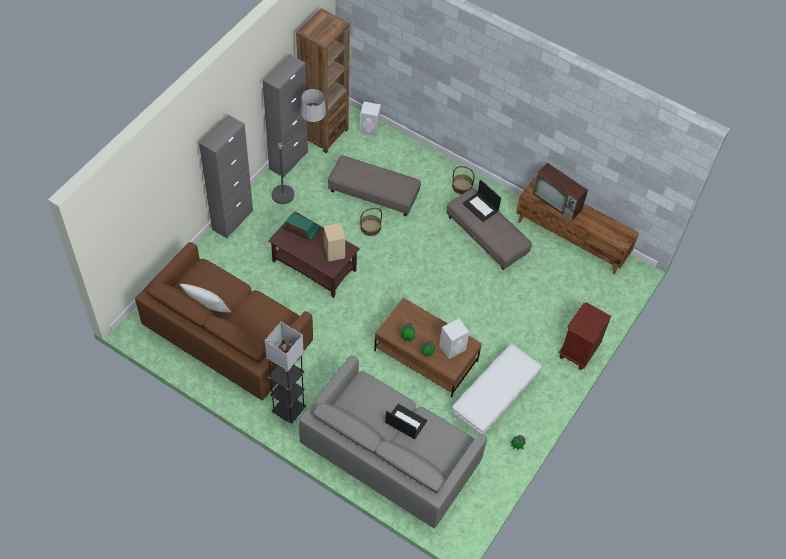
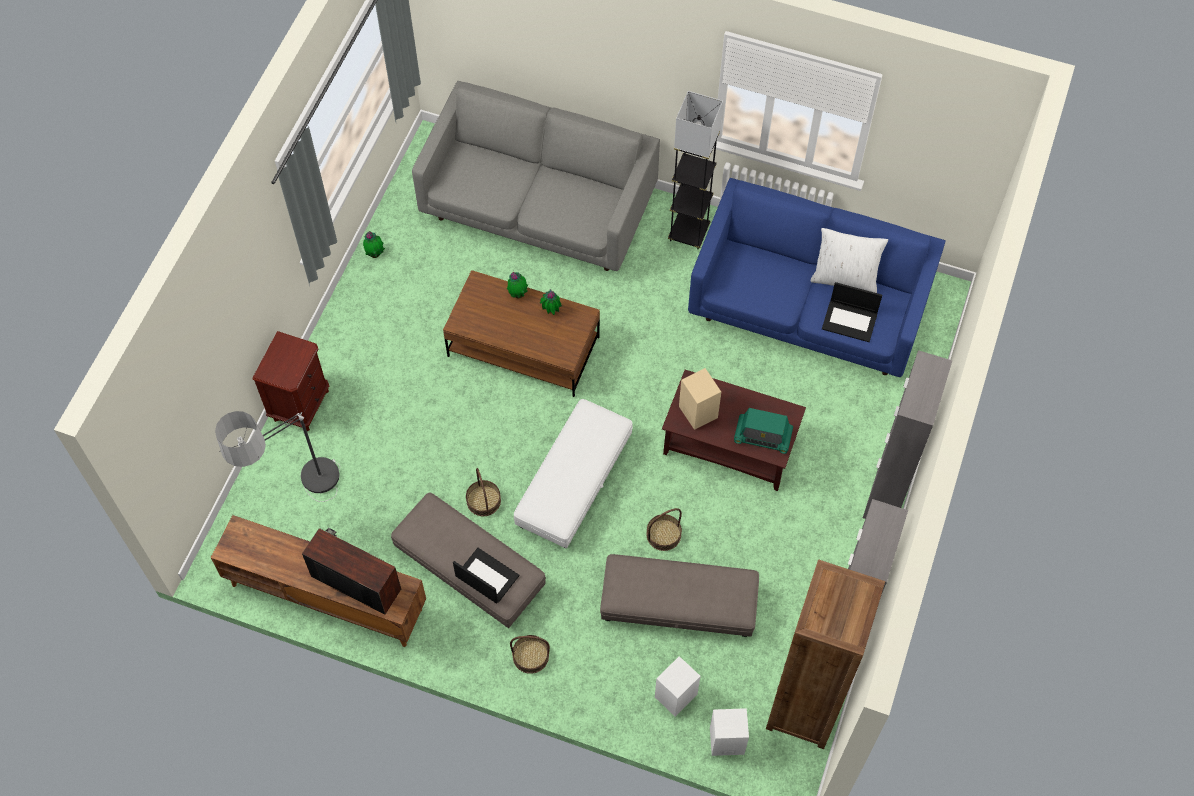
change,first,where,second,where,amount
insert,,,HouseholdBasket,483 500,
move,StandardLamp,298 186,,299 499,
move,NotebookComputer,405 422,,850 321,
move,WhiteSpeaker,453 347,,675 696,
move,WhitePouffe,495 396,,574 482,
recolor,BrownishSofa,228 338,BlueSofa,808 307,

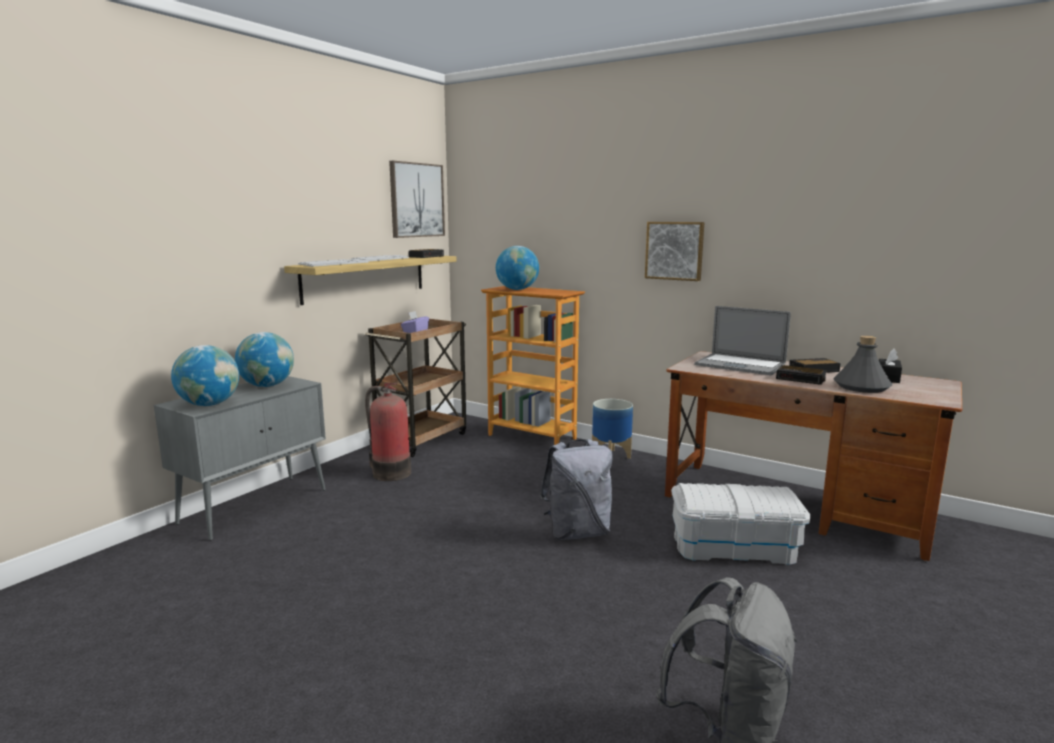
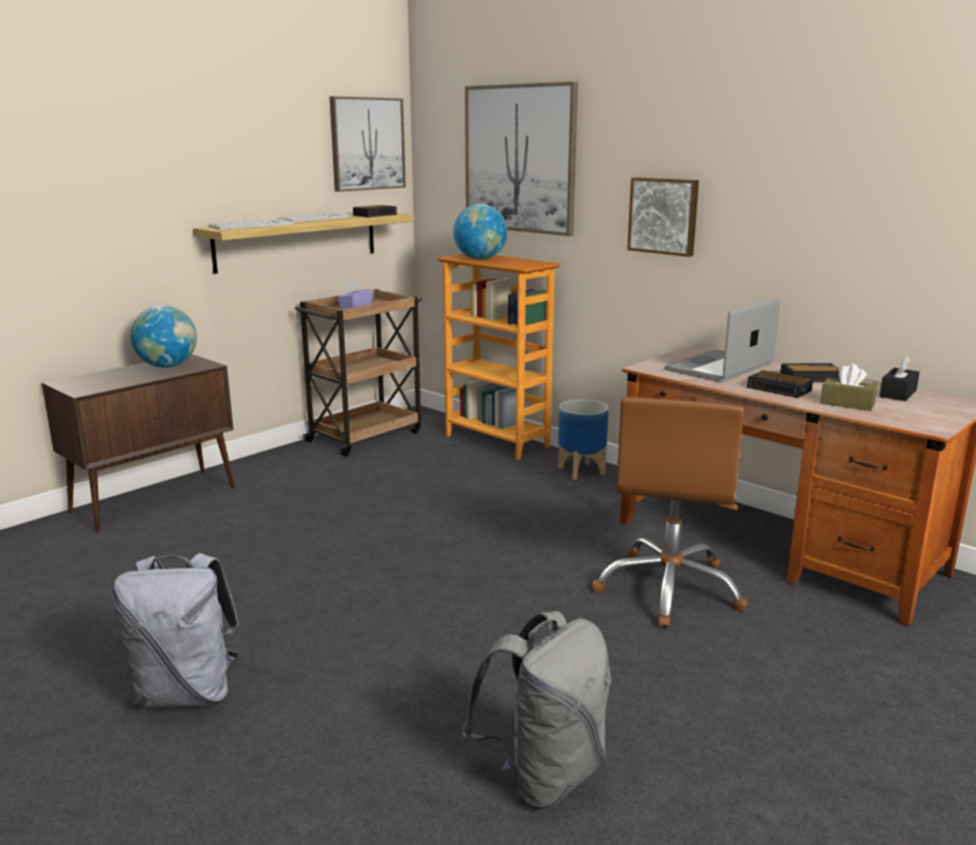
change,first,where,second,where,amount
delete,Globe,209 404,,,
delete,Extinguisher,389 472,,,
insert,,,WallPicture,520 159,
move,GreyRucksack,577 532,,187 693,
replace,WhiteStorageContainer,733 547,BrownishDeskChair,669 589,
replace,GreyBeverageBottle,861 387,BrownishTissueHolder,847 404,
recolor,GreyStorageCabinet,256 506,BrownishStorageCabinet,156 499,
rotate,NotebookComputer,740 365,,719 367,90 degrees clockwise

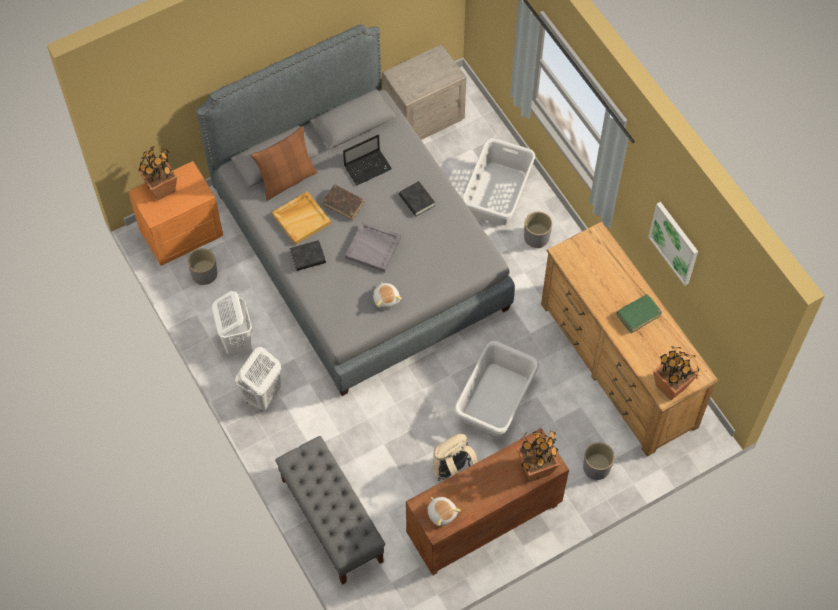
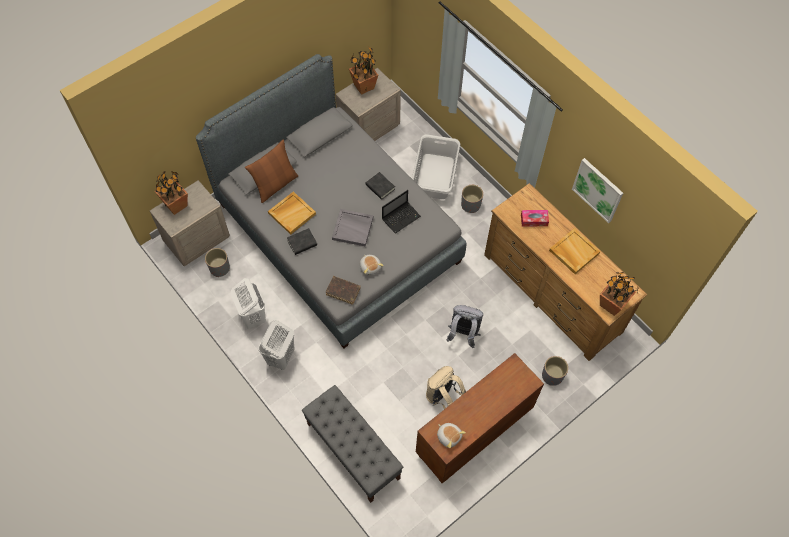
change,first,where,second,where,amount
insert,,,TissueHolder,534 220,
move,BrownishBoundBook,343 204,,343 291,
move,NotebookComputer,368 167,,401 217,
move,Houseplant,535 468,,363 86,
replace,GreyHamper,494 400,GreyRucksack,463 334,
replace,GreenBoundBook,638 315,BeigeColouredTray,573 252,
recolor,OrangeColouredNightstand,181 233,BeigeColouredNightstand,196 239,

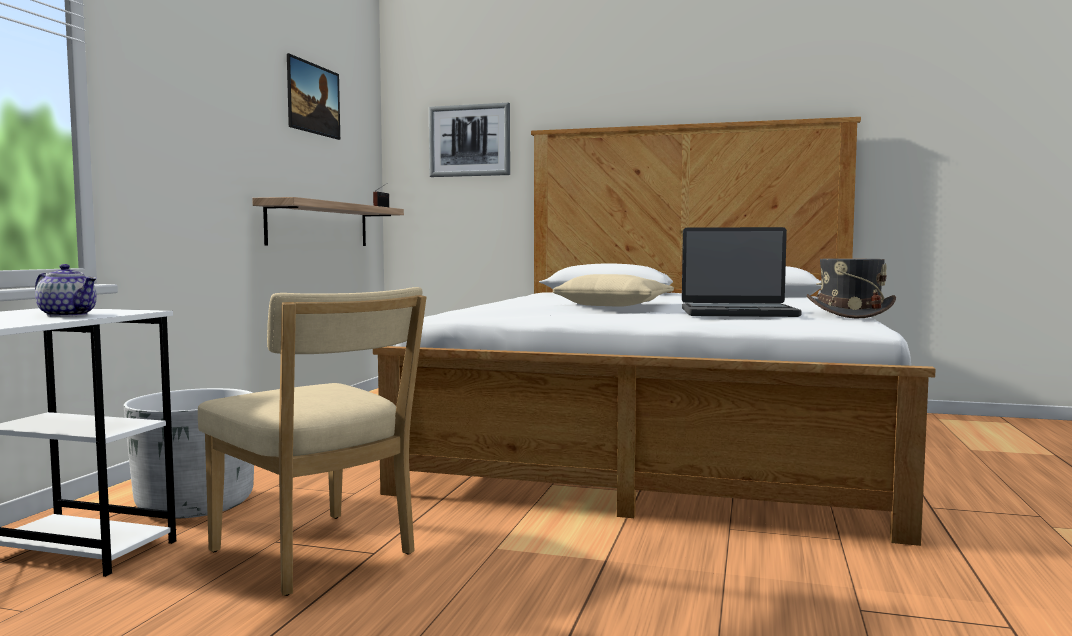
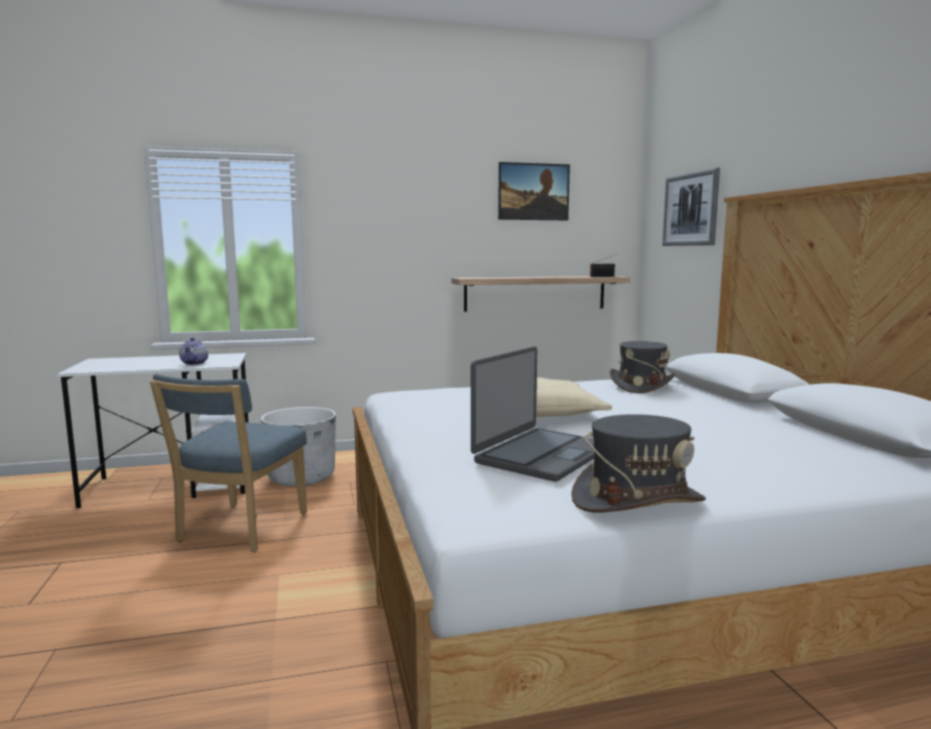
change,first,where,second,where,amount
insert,,,GreyWearableHat,641 386,
recolor,BeigeColouredChair,317 555,BlueChair,239 530,
rotate,NotebookComputer,738 313,,541 455,120 degrees counterclockwise

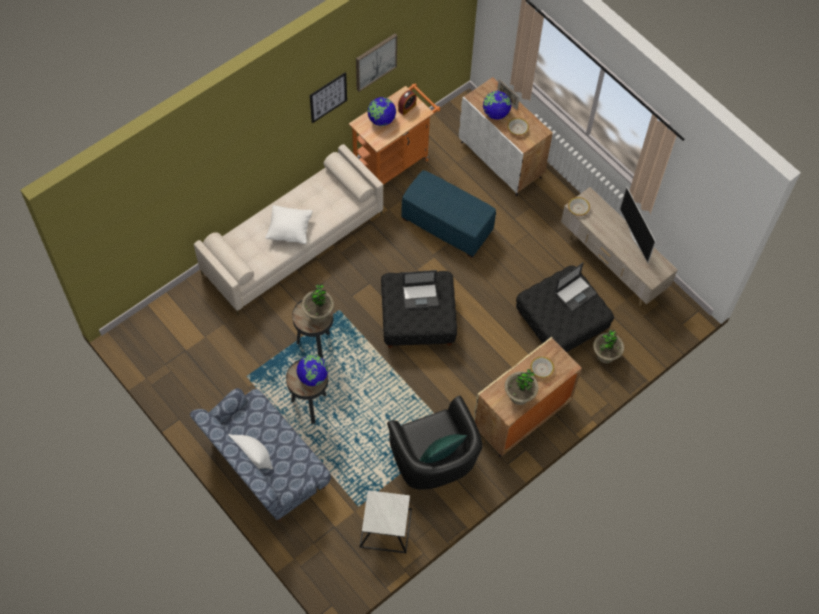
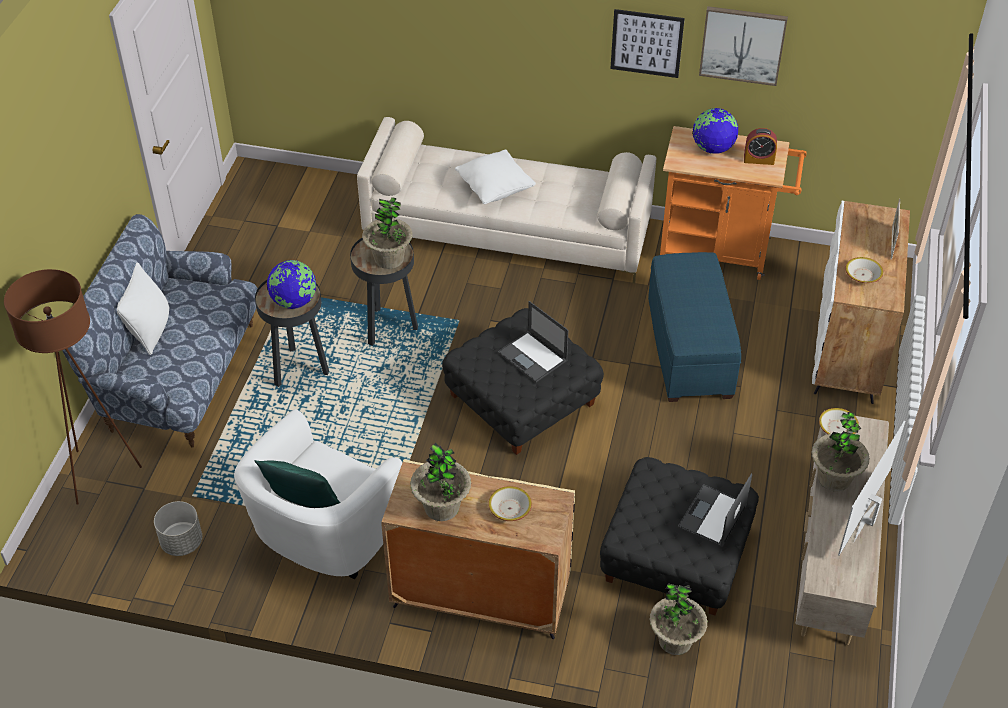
change,first,where,second,where,amount
delete,Globe,495 113,,,
insert,,,BrownishStandardLamp,100 474,
insert,,,Houseplant,834 478,
replace,SideTable,386 528,GreyFlowerPot,181 542,
recolor,BlackishArmchair,434 463,WhiteArmchair,322 539,
rotate,NotebookComputer,575 293,,712 517,105 degrees clockwise

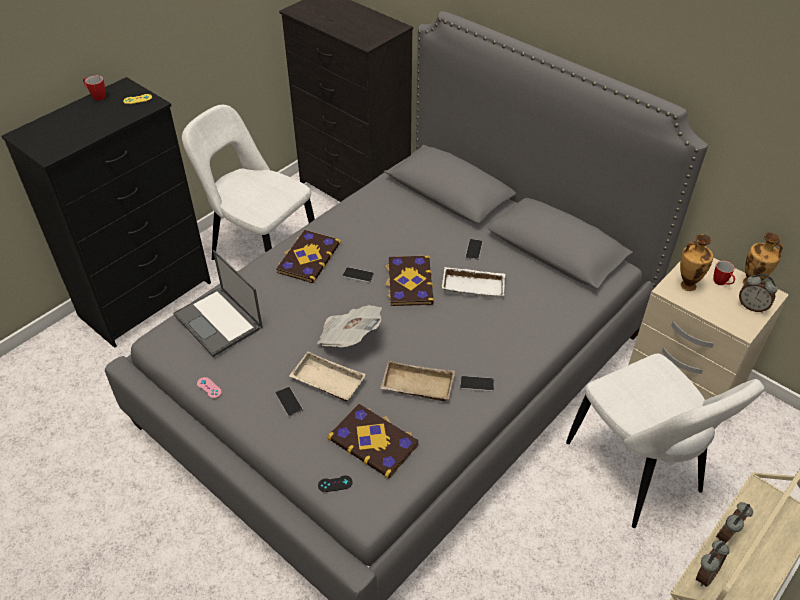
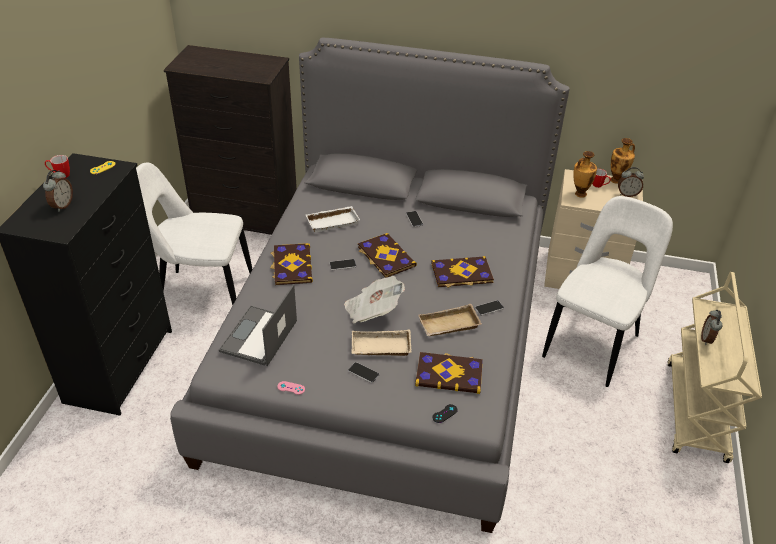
change,first,where,second,where,amount
insert,,,BoundBook,462 274,
move,WhiteTray,474 285,,333 221,
move,AlarmClock,704 574,,62 205,
rotate,NotebookComputer,219 321,,259 337,90 degrees clockwise
rotate,WhiteChair,637 472,,593 343,90 degrees counterclockwise

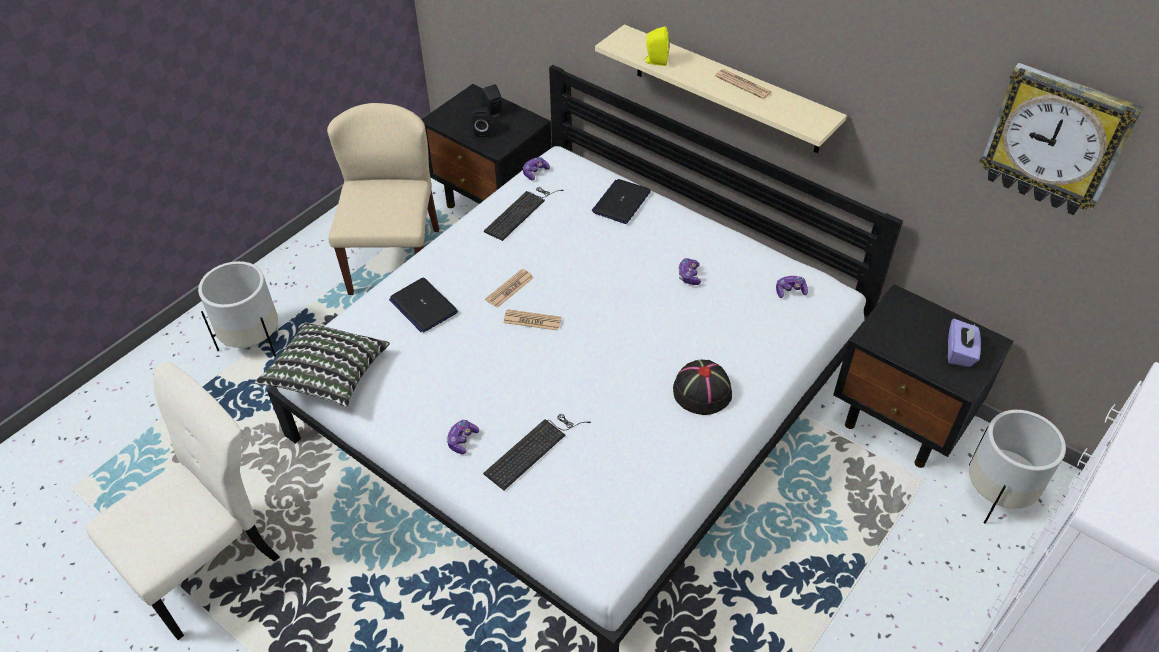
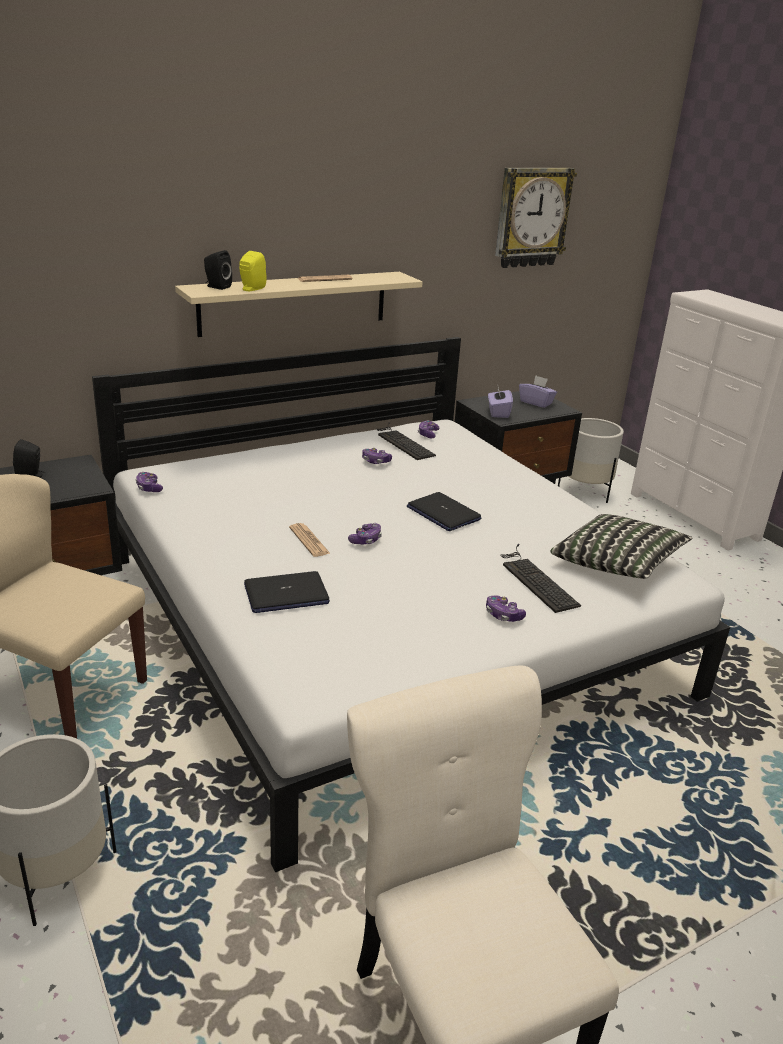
change,first,where,second,where,amount
delete,BlackishWearableHat,701 391,,,
insert,,,PurplishTissueHolder,498 413,
move,ThrowPillow,328 376,,617 565,
move,BlackishSpeaker,483 131,,217 287,
move,ComputerKeyboard,521 211,,402 442,
move,NotebookComputer,621 202,,443 513,
replace,DailyPaper,532 320,Joypad,366 540,

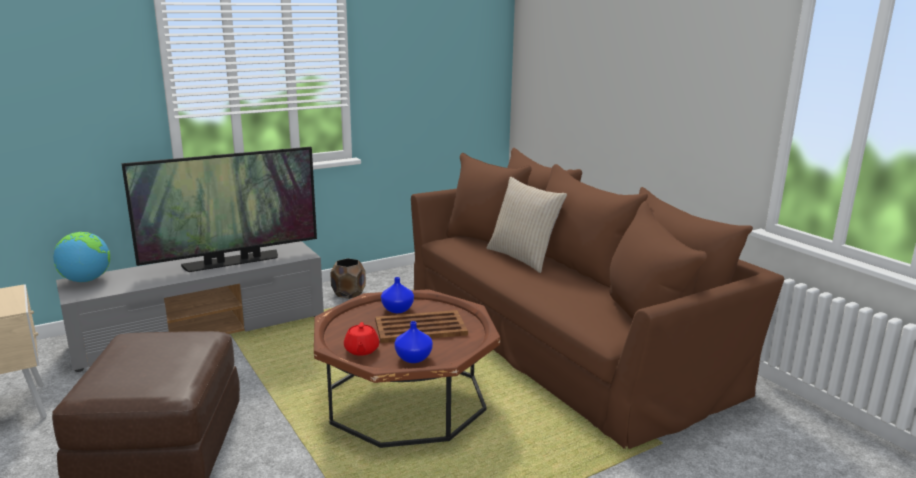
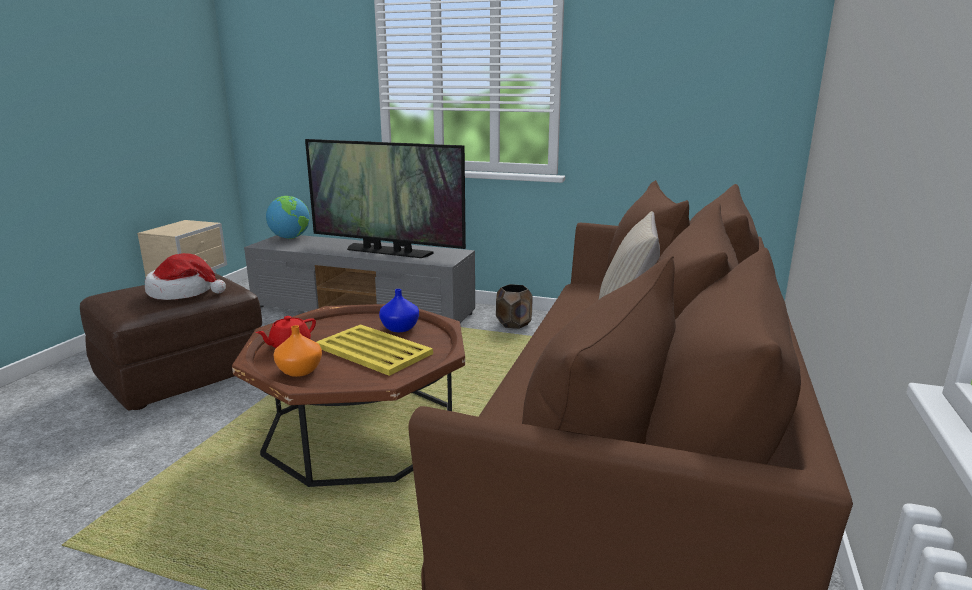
change,first,where,second,where,amount
insert,,,WearableHat,183 292,
recolor,BrownishTray,421 328,YellowColouredTray,374 351,
recolor,BlueDecorativeVase,414 358,OrangeColouredDecorativeVase,299 371,

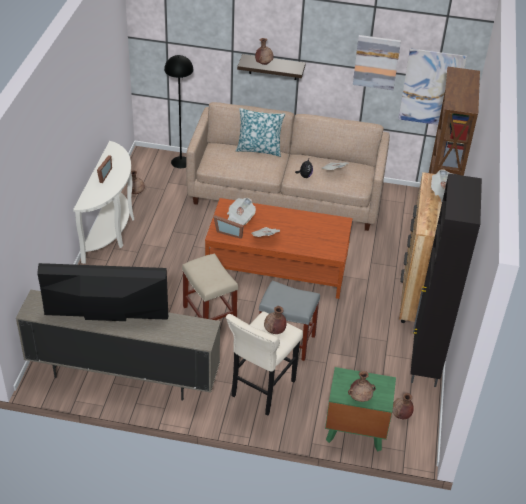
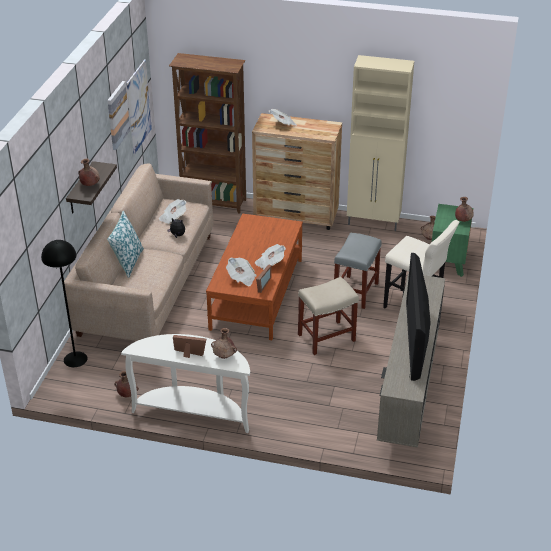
change,first,where,second,where,amount
move,BrownishDecorativeVase,274 331,,224 356,
recolor,BlackishStorageCabinet,424 363,BeigeColouredStorageCabinet,374 222,

